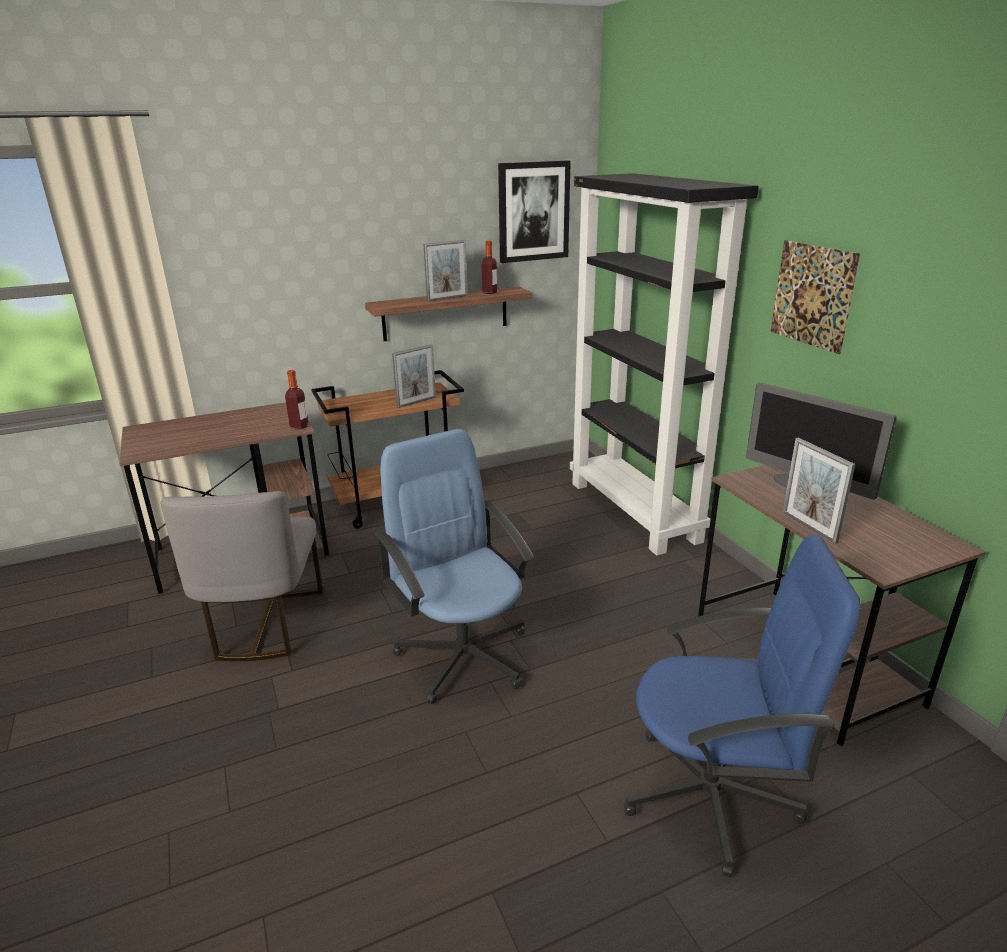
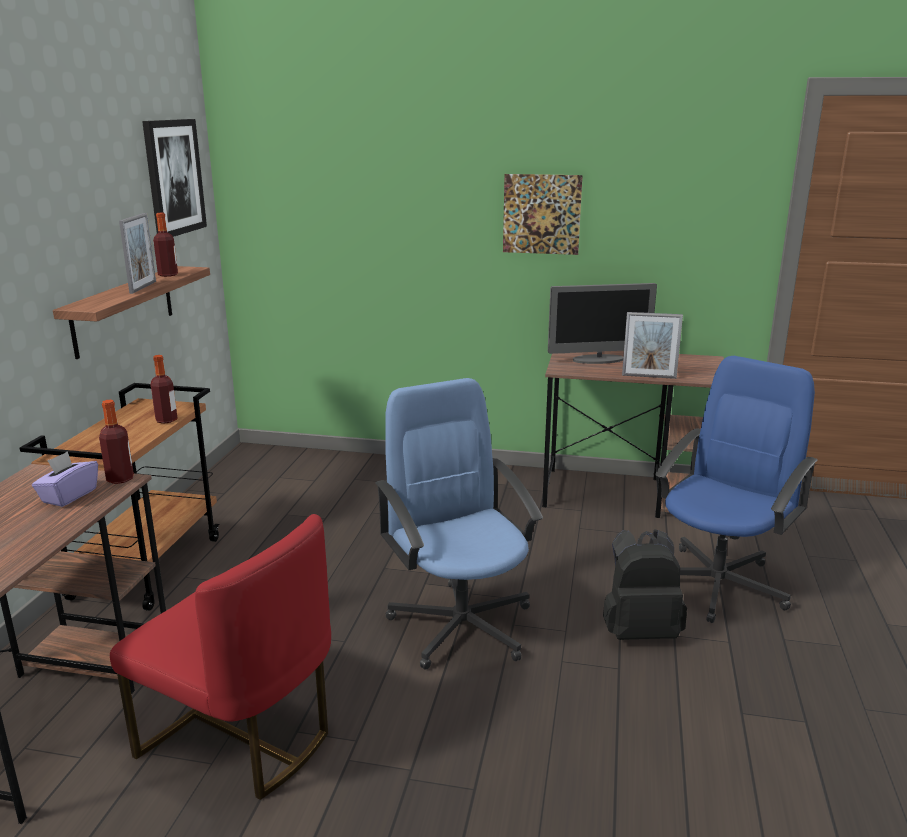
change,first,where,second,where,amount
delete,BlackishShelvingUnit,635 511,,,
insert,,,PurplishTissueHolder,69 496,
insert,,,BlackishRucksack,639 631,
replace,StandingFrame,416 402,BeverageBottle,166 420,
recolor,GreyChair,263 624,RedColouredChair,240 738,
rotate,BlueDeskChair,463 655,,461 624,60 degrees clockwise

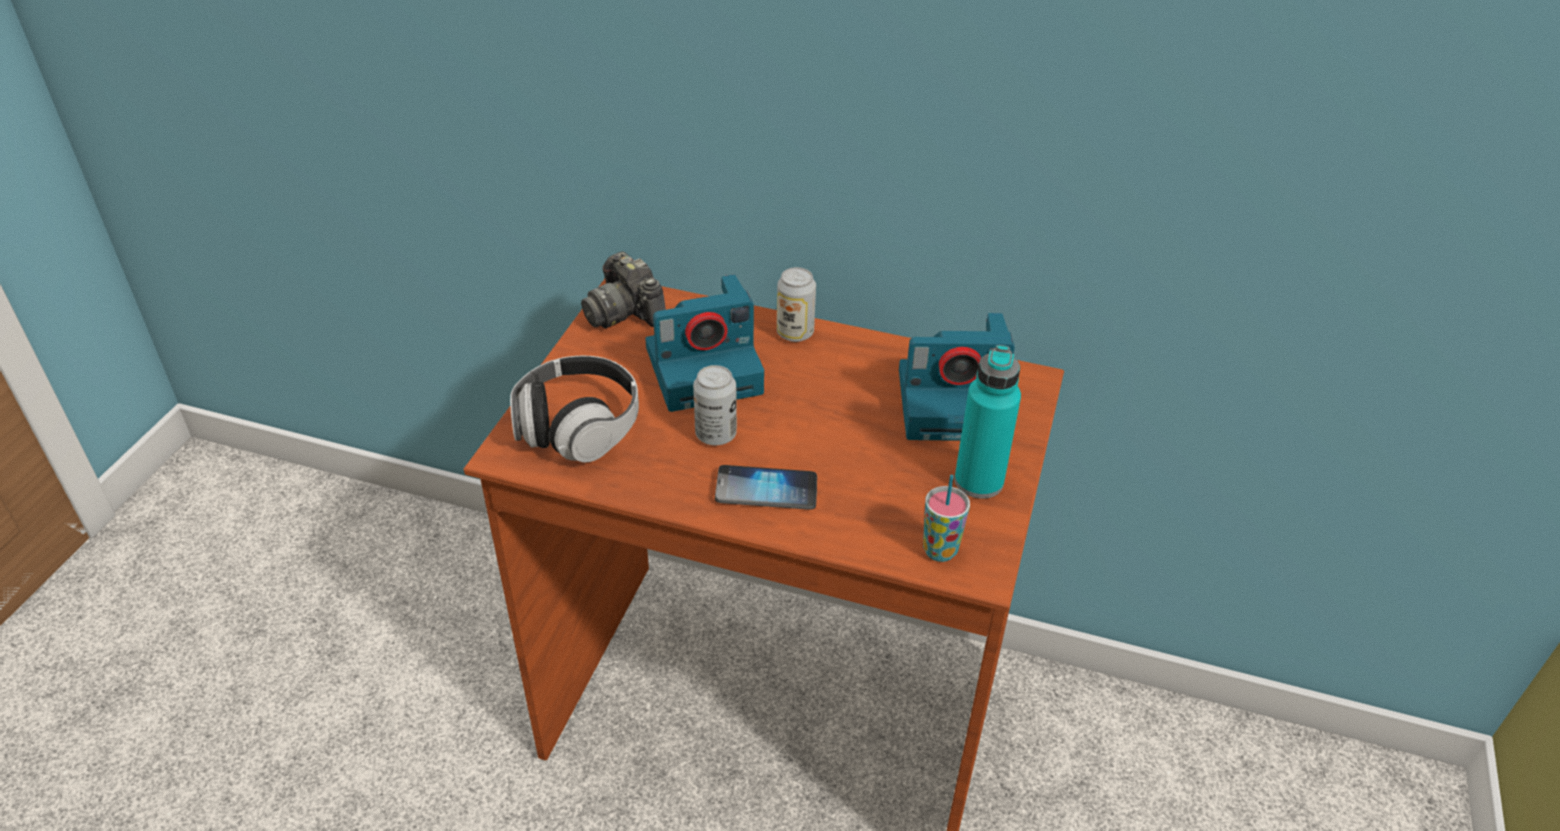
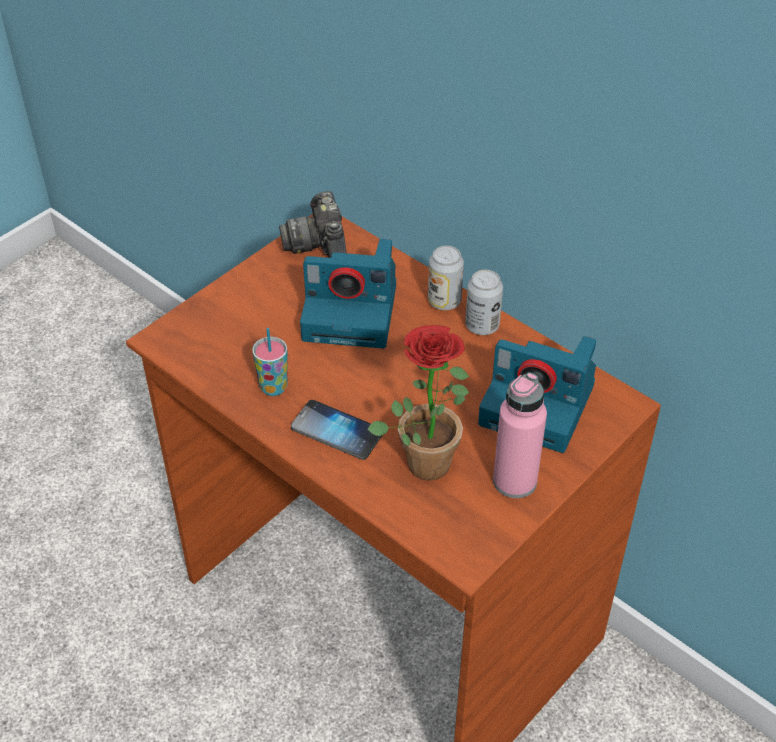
change,first,where,second,where,amount
delete,Headphones,578 427,,,
insert,,,Houseplant,427 456,
move,MetalCan,716 435,,482 326,
move,SmallCup,940 550,,273 387,
recolor,TurquoiseColouredBeverageBottle,978 481,PinkishBeverageBottle,514 481,

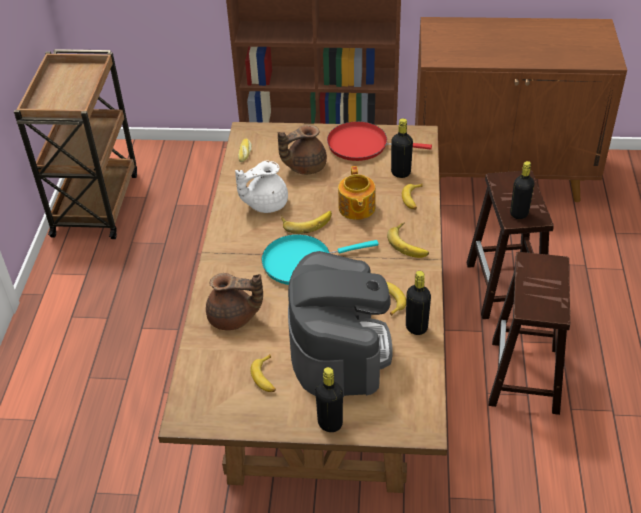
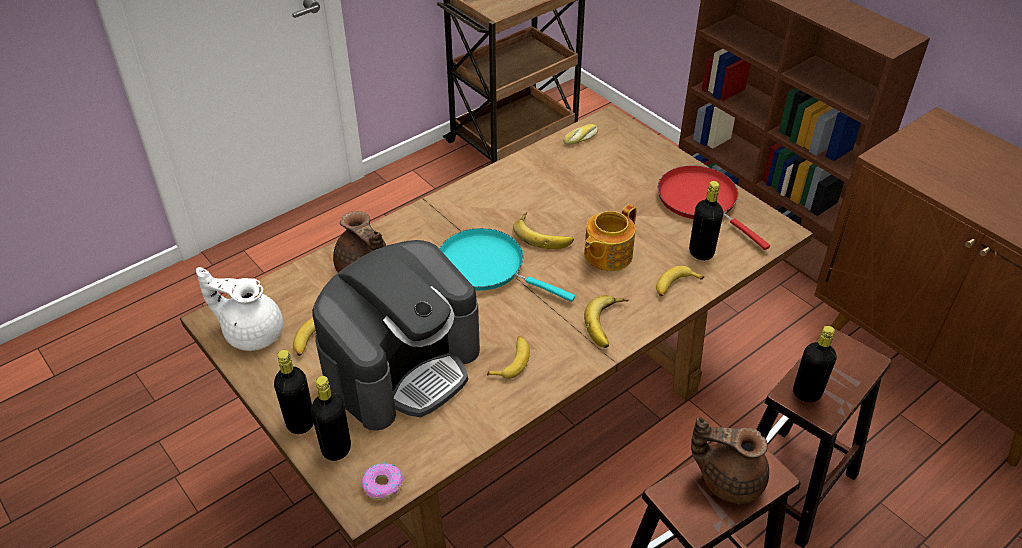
change,first,where,second,where,amount
insert,,,Donut,383 485,
move,WhiteTeaPot,265 204,,252 332,
move,BrownishTeaPot,304 166,,728 479,
move,BlackishBeverageBottle,416 327,,336 449,

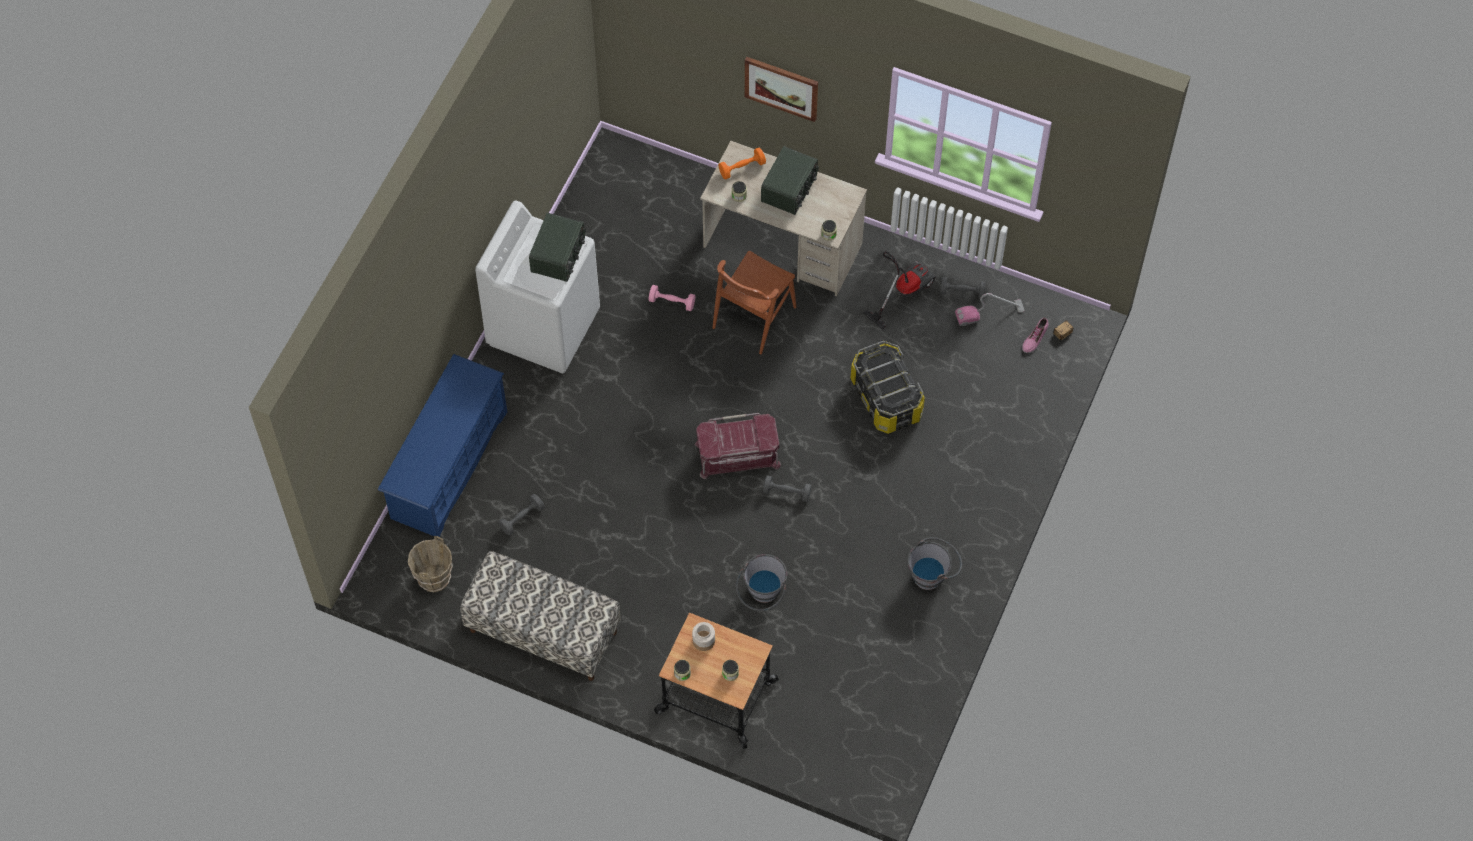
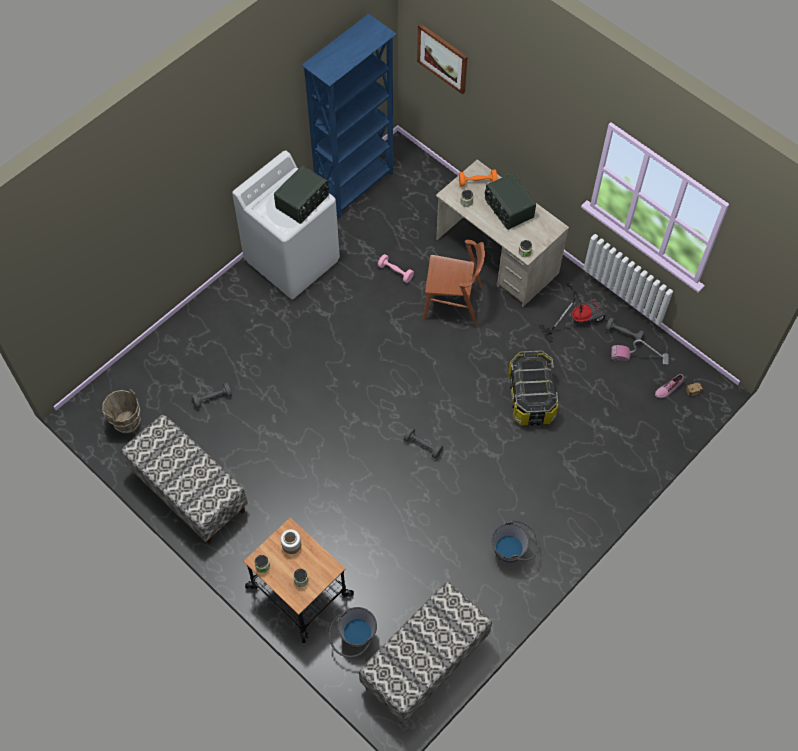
change,first,where,second,where,amount
delete,BlueShoeRack,448 465,,,
delete,RedColouredStorageContainer,737 455,,,
insert,,,BlueShelvingUnit,356 186,
insert,,,LongSeat,425 663,
move,GreyPail,762 595,,353 640,
move,WallPicture,781 87,,442 58,
rotate,BrownishChair,754 317,,453 302,135 degrees counterclockwise
rotate,Radio,790 189,,508 209,105 degrees clockwise

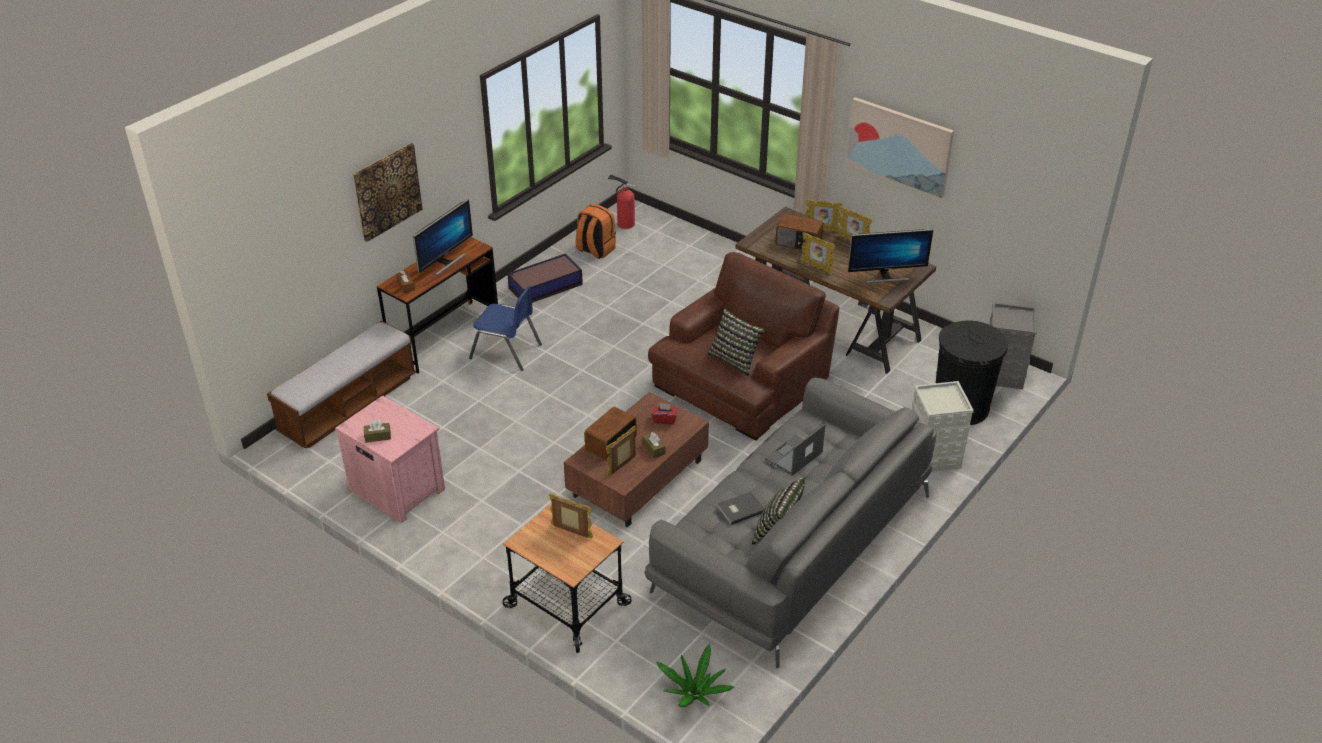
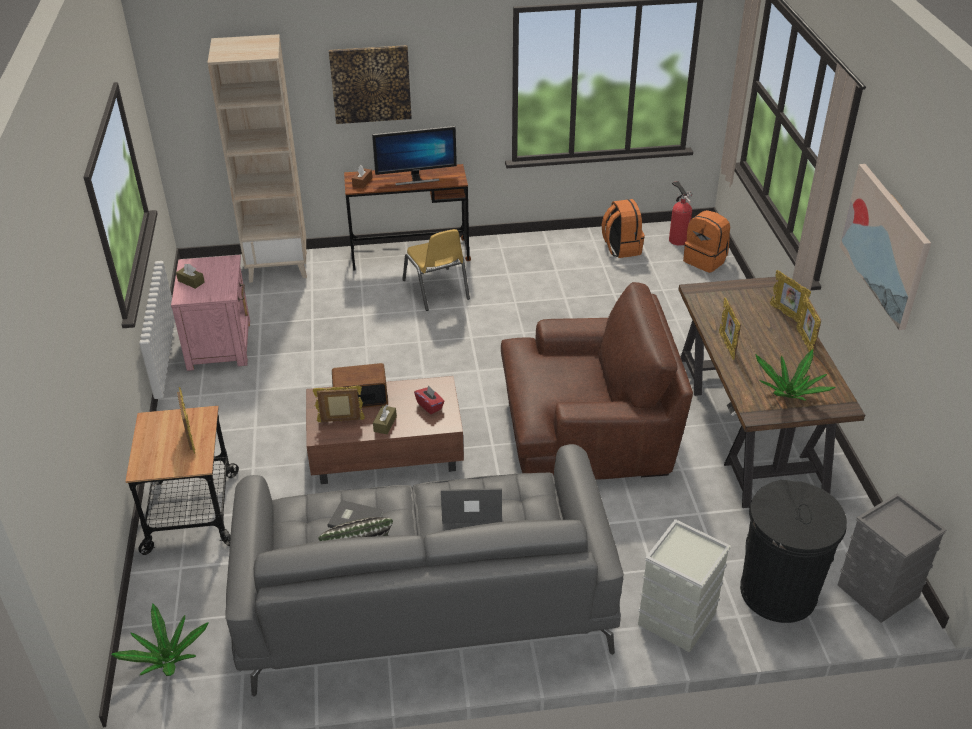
change,first,where,second,where,amount
delete,StorageContainer,544 286,,,
delete,ThrowPillow,735 359,,,
delete,Radio,798 243,,,
insert,,,OrangeColouredRucksack,705 260,
replace,LongSeat,349 405,BeigeColouredShelvingUnit,279 266,
replace,ComputerScreen,886 276,Houseplant,789 394,
recolor,BlueChair,506 351,YellowColouredChair,436 290,

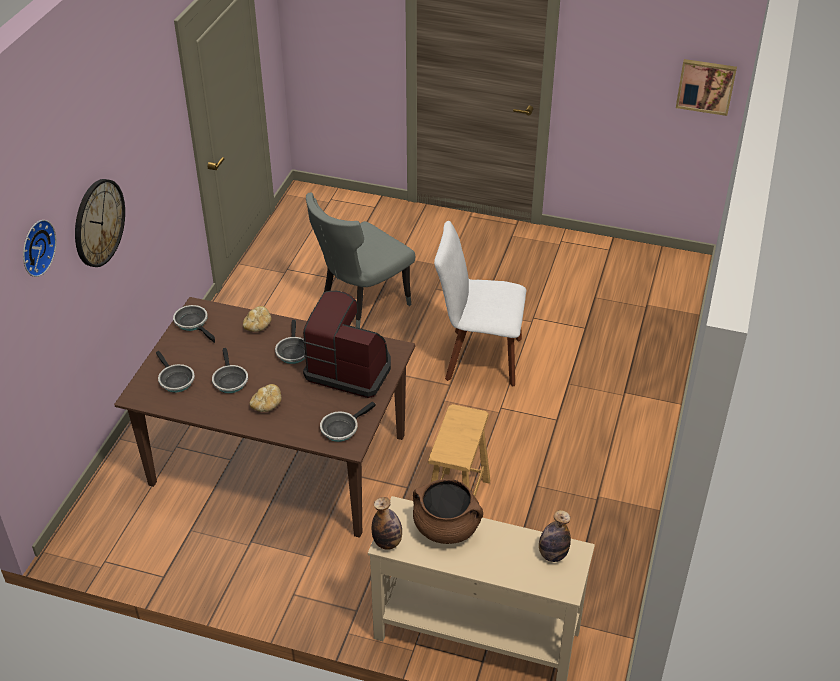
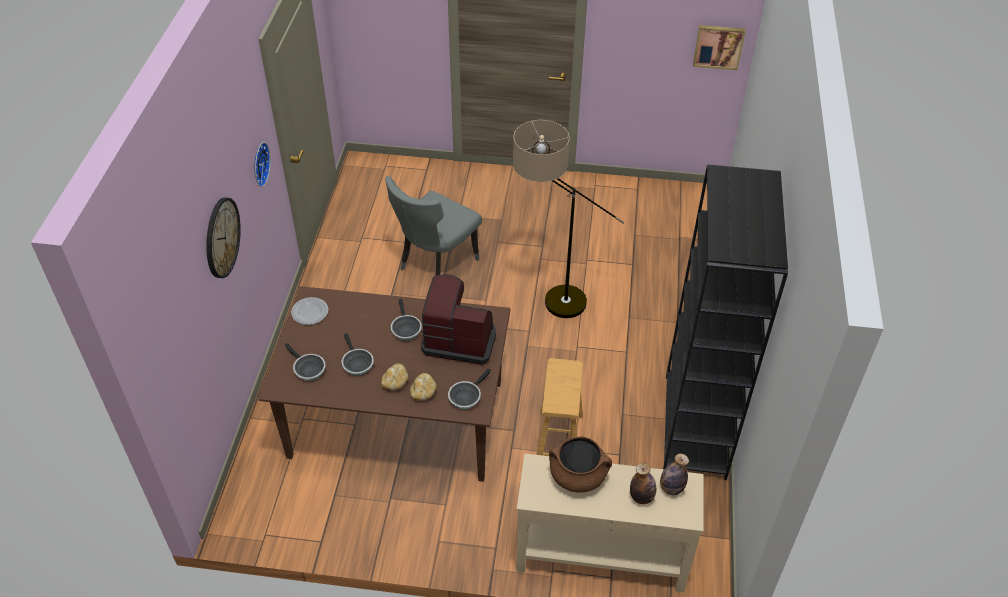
change,first,where,second,where,amount
insert,,,BlackishShelvingUnit,695 426,
move,WallClock,35 247,,259 164,
move,BakedBread,258 326,,423 392,
move,BeverageBottle,387 542,,641 497,
replace,FryingPan,193 323,DinnerPlate,310 312,
replace,WhiteChair,478 357,StandardLamp,548 302,

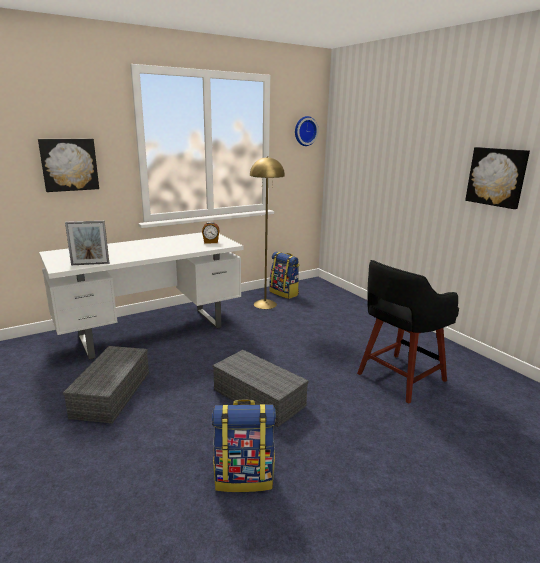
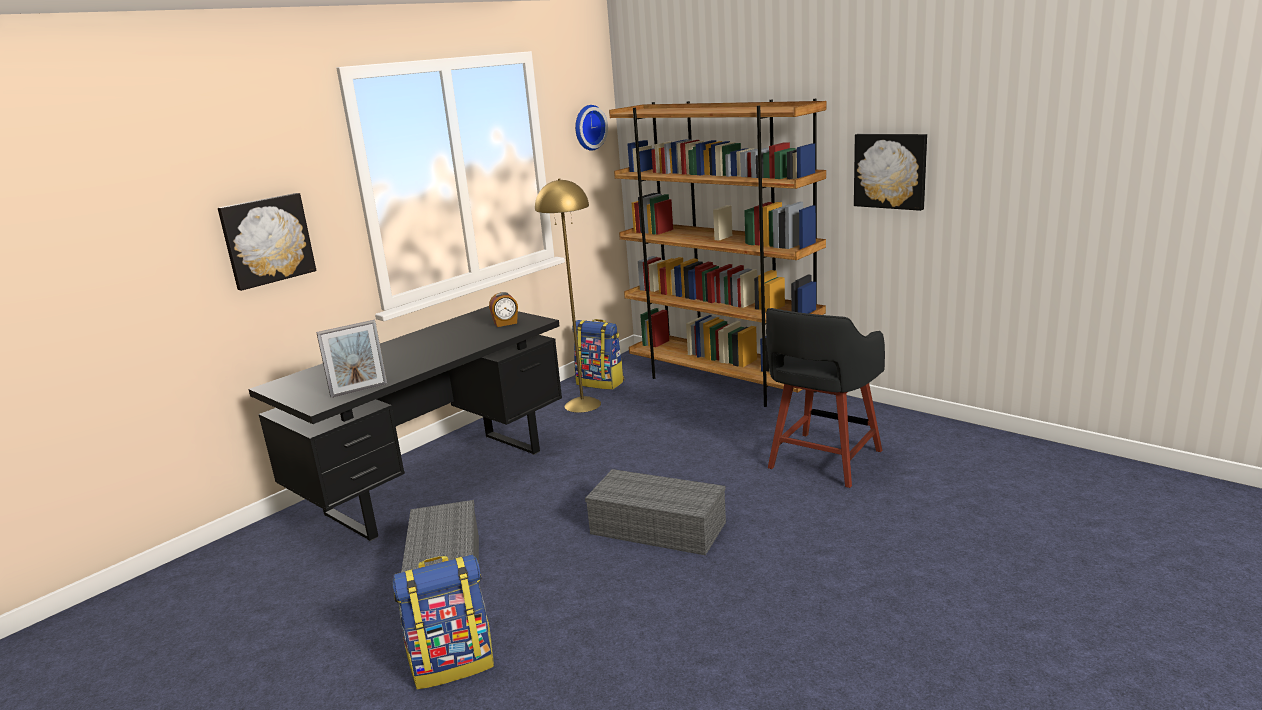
change,first,where,second,where,amount
insert,,,BrownishShelvingUnit,723 382,
move,Rucksack,244 477,,453 663,
recolor,WhiteDesk,152 331,BlackishDesk,437 481,

